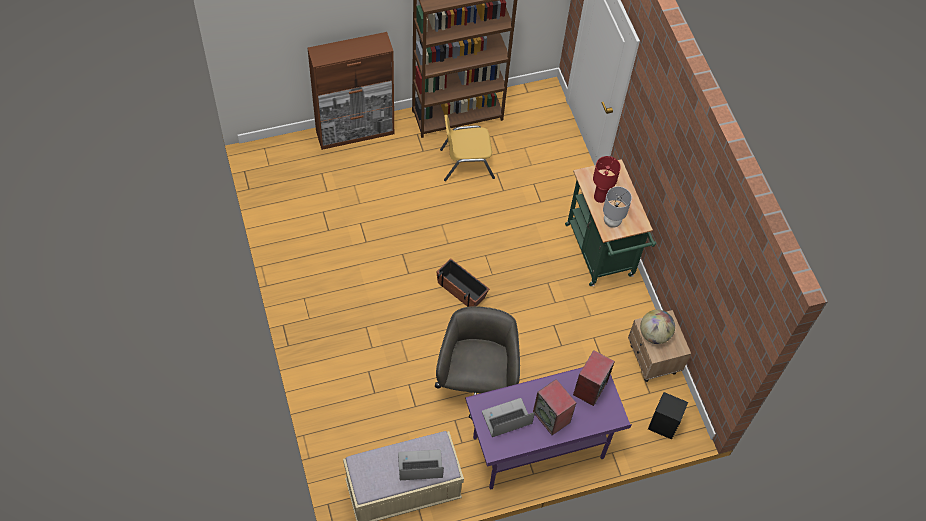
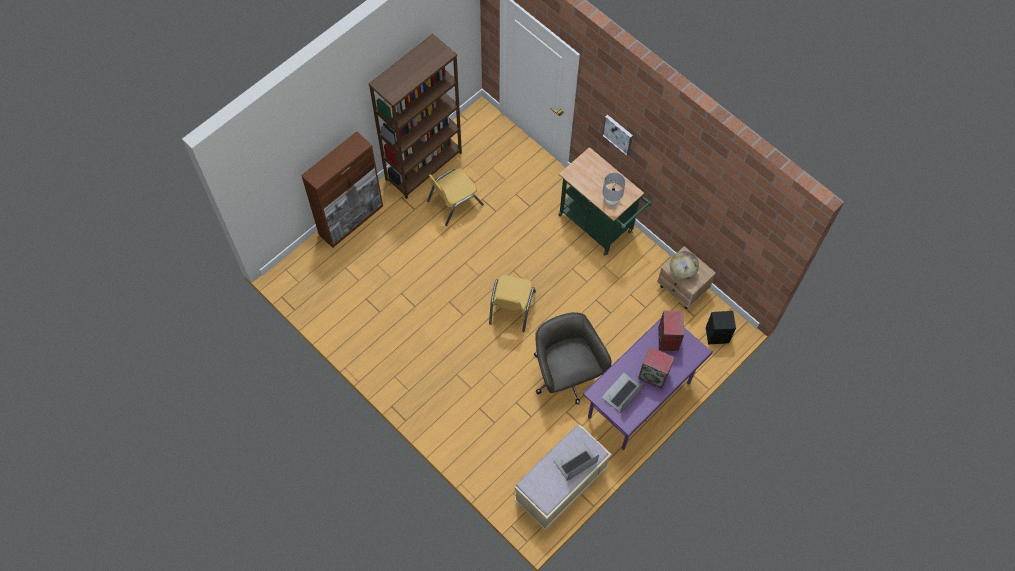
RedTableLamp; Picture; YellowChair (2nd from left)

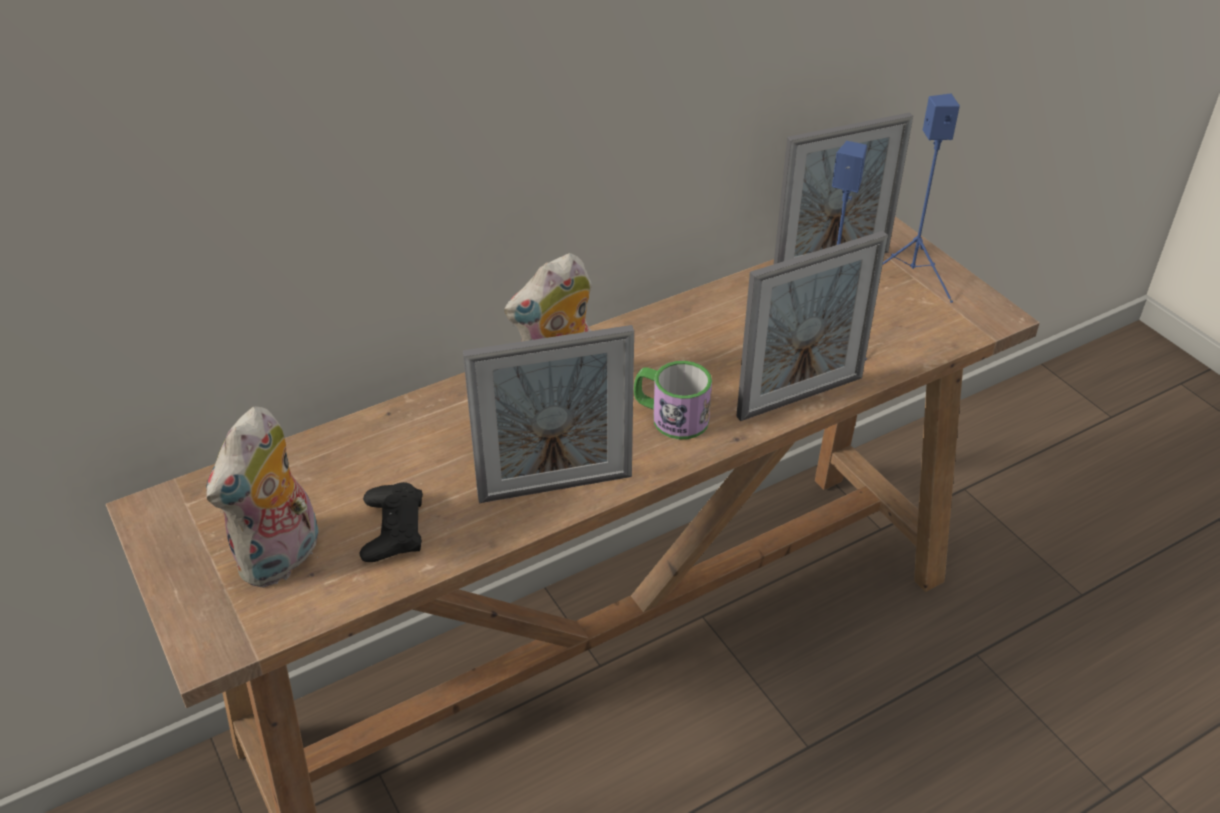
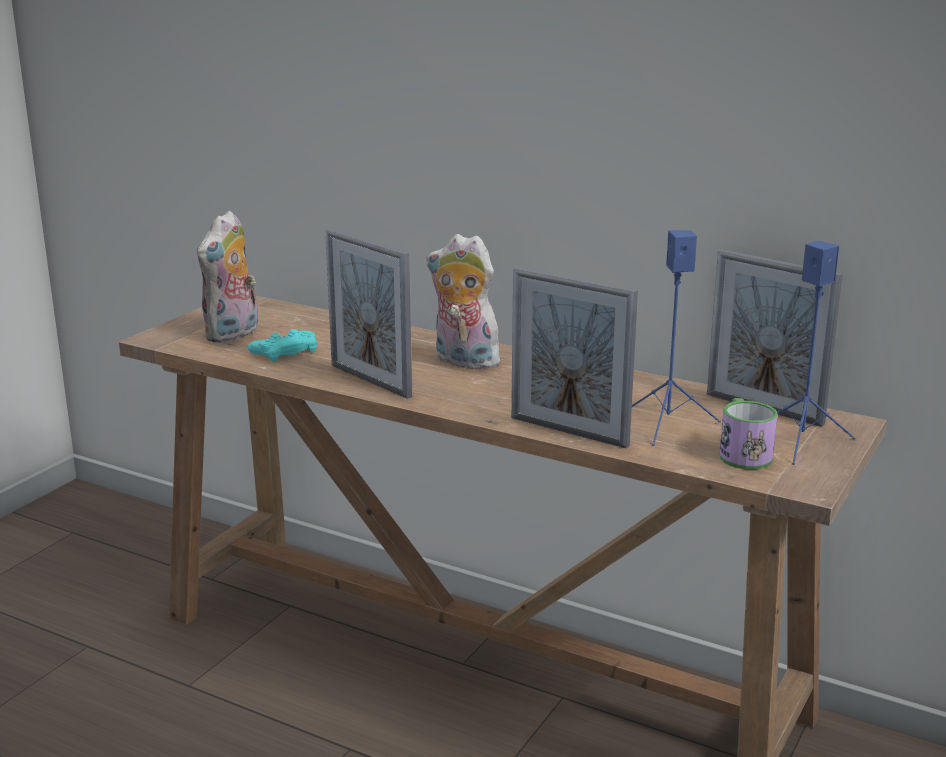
Mug; TurquoiseGameController; PlushToy (1st from left)

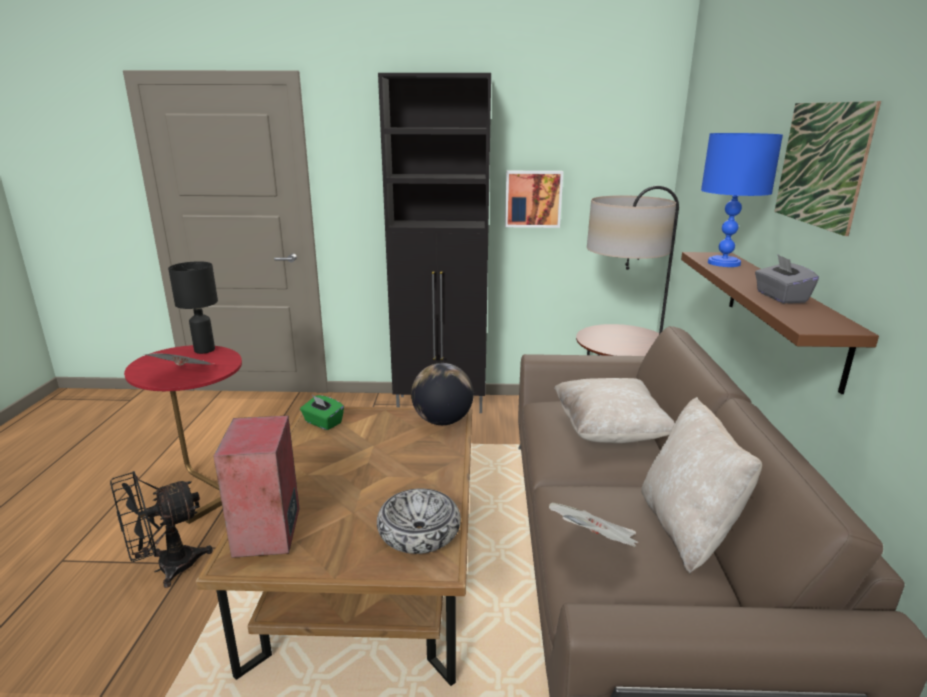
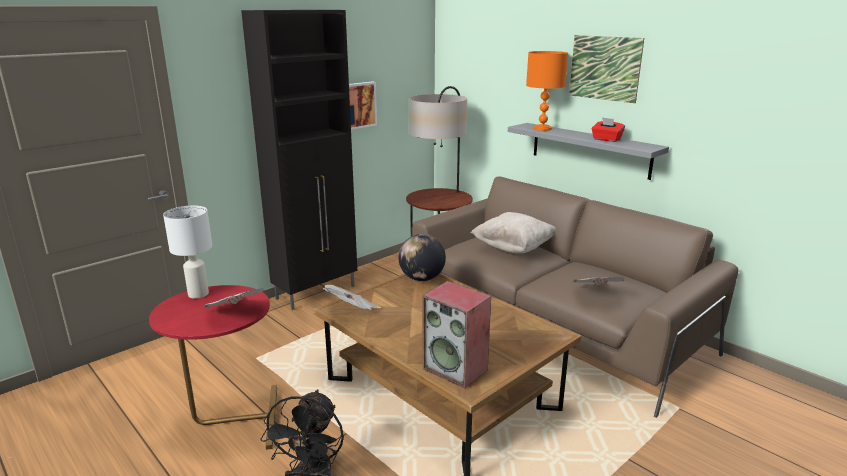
Bowl; BeigePillow (2nd from left in the first image); Newspaper (2nd from left); WhiteTableLamp; GreyShelf; OrangeTableLamp; RedTissueBox

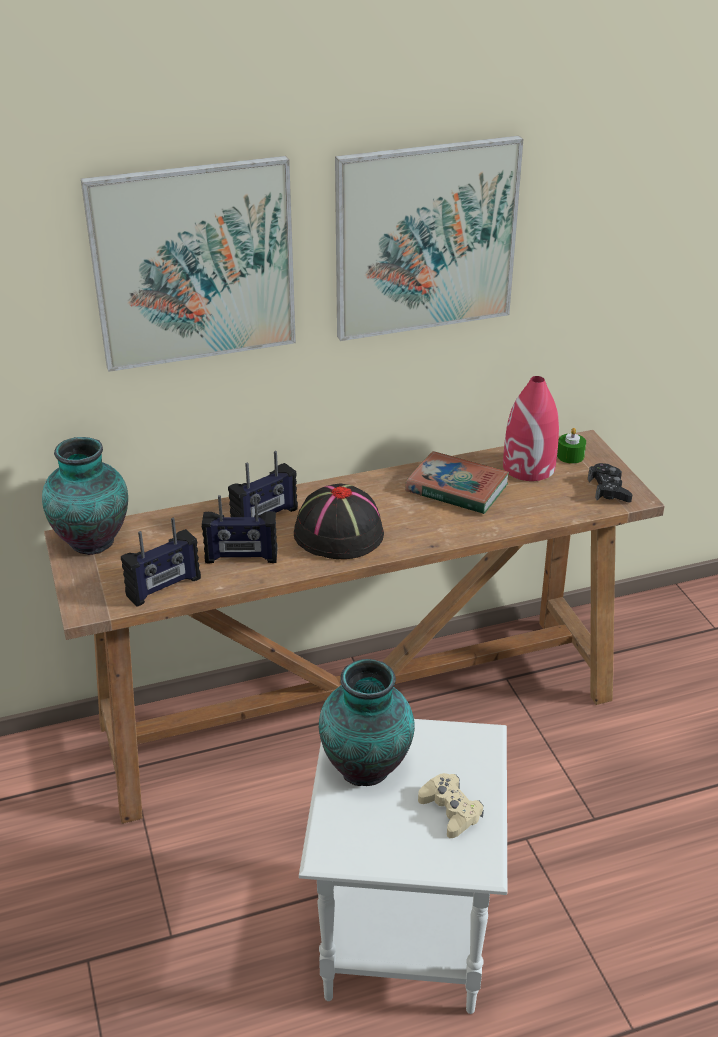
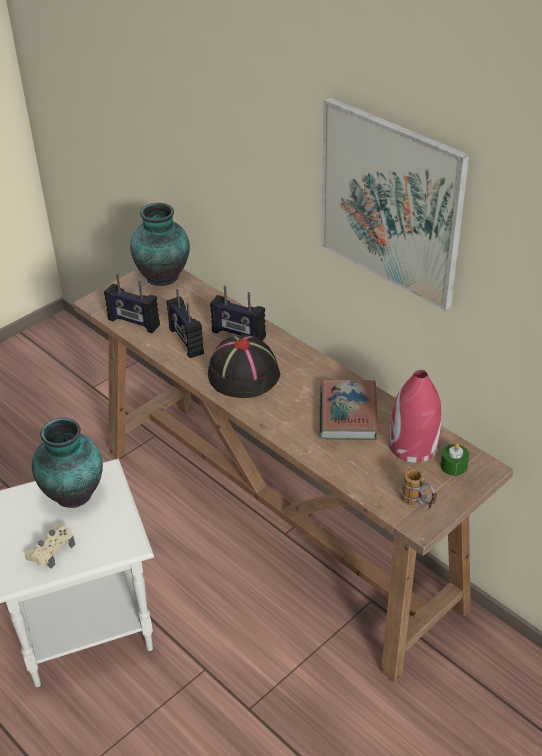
Picture (1st from left in the first image); Mug

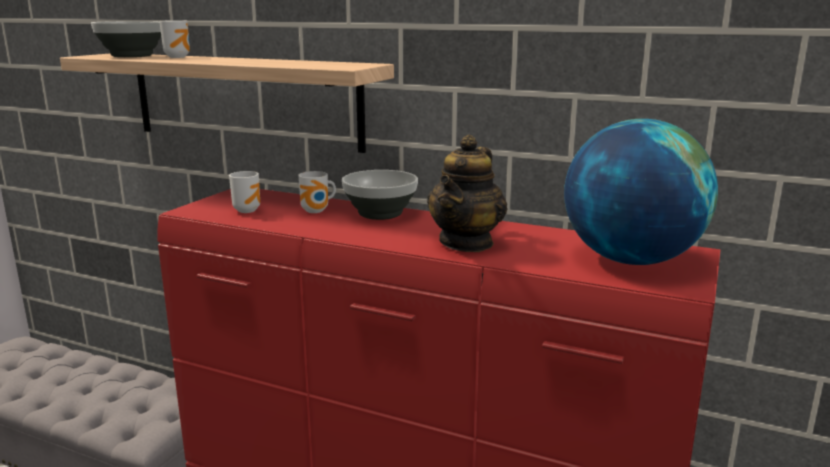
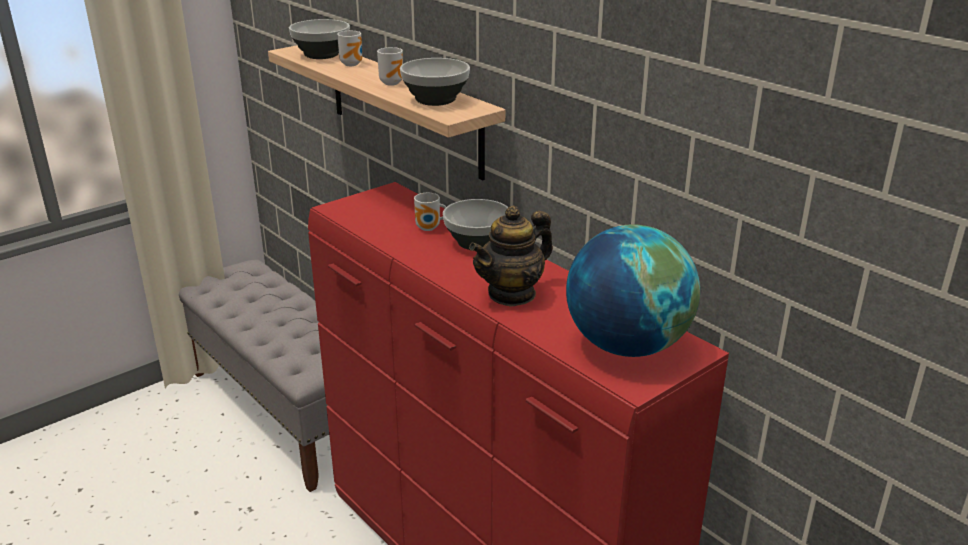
Bowl (2nd from left); Mug (2nd from left)

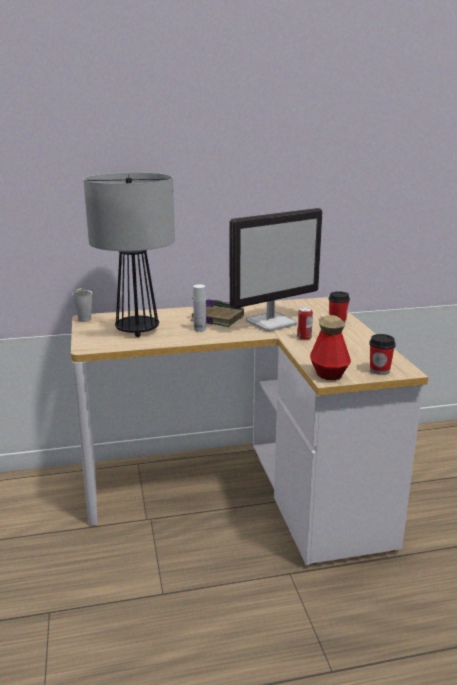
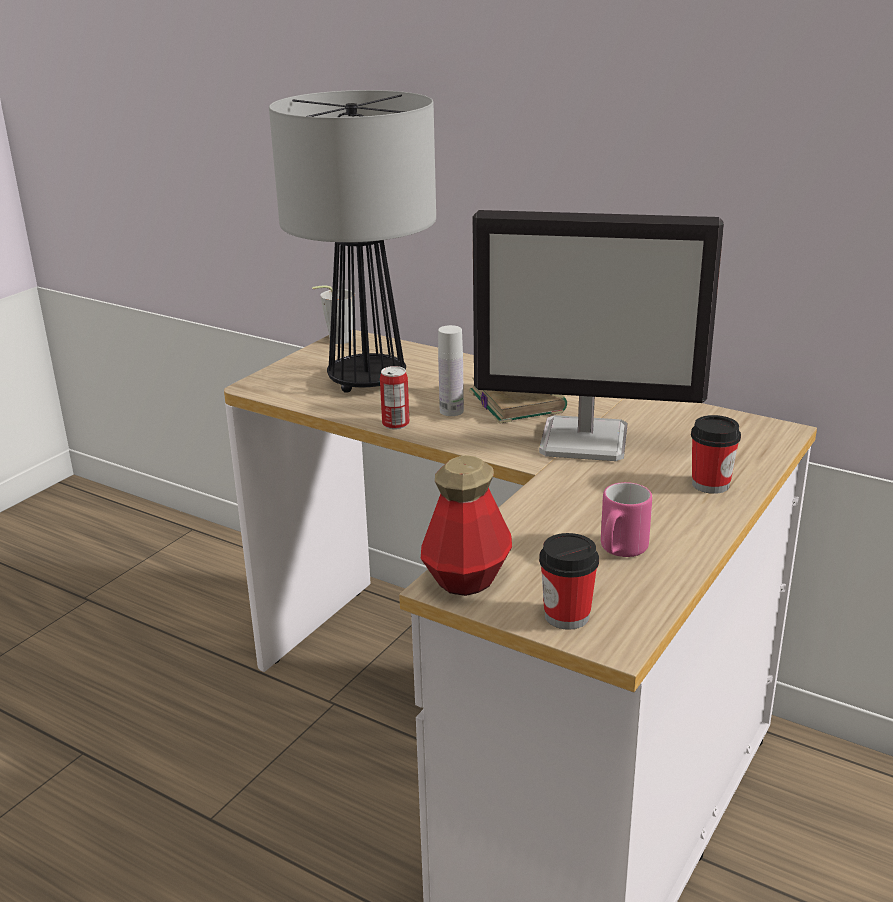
PinkMug; Can

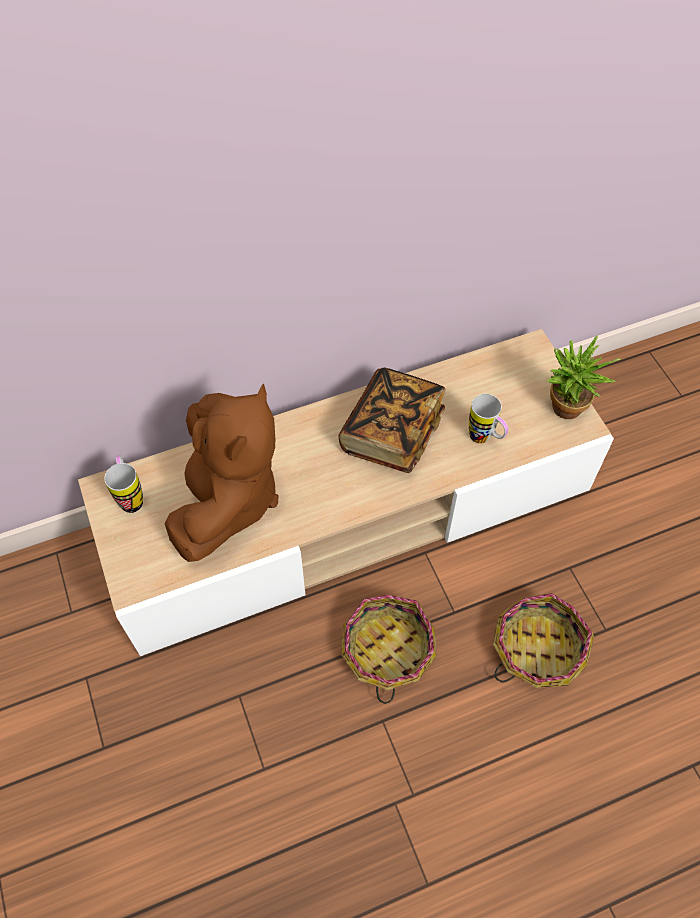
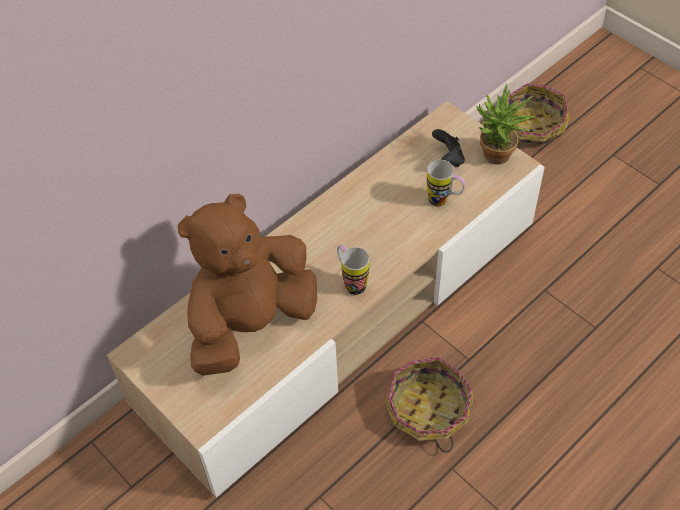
Book; BlackGameController; Mug (1st from left); Basket (2nd from left); BrownPlushToy

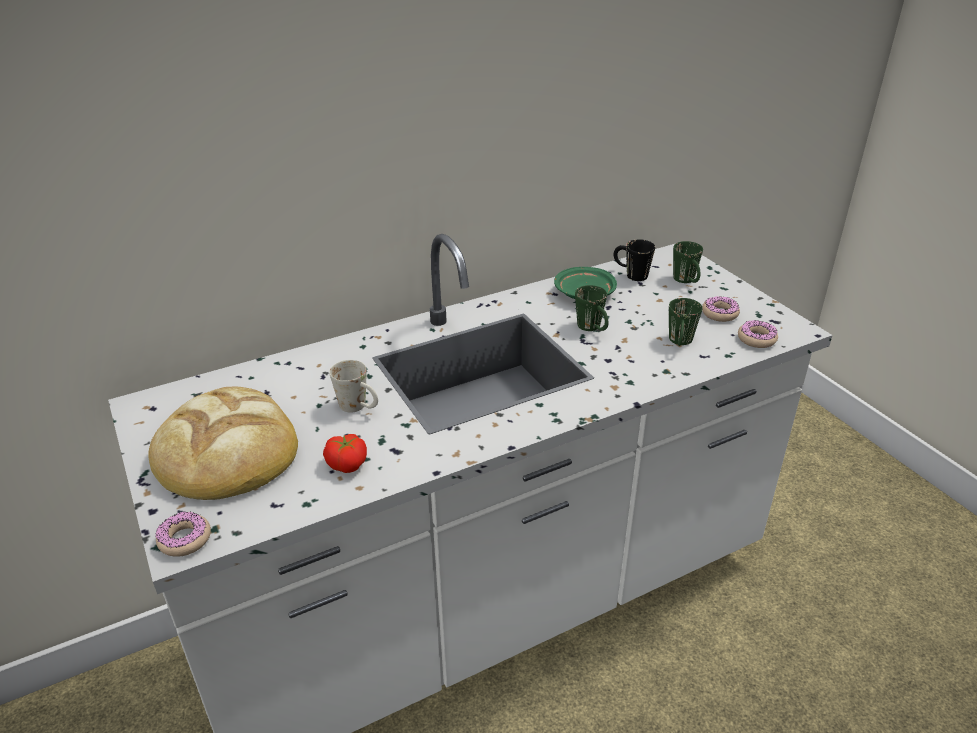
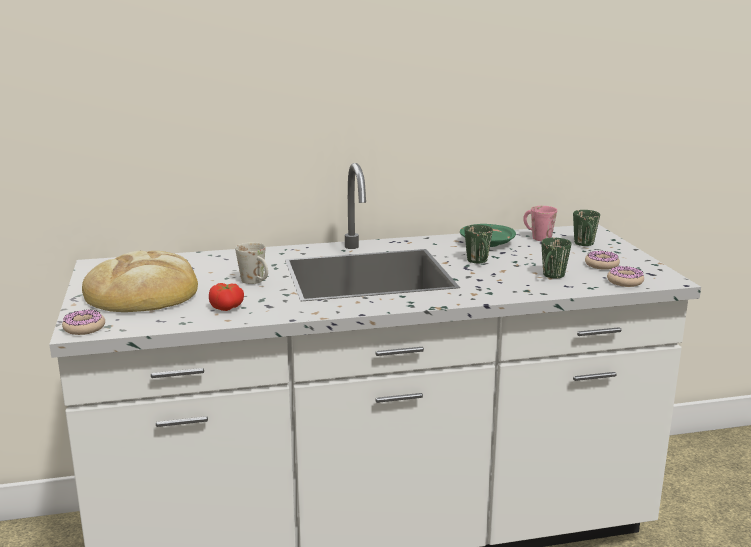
PinkMug

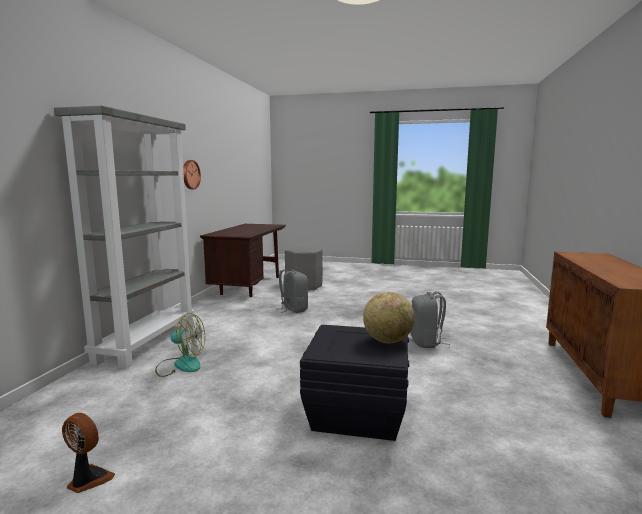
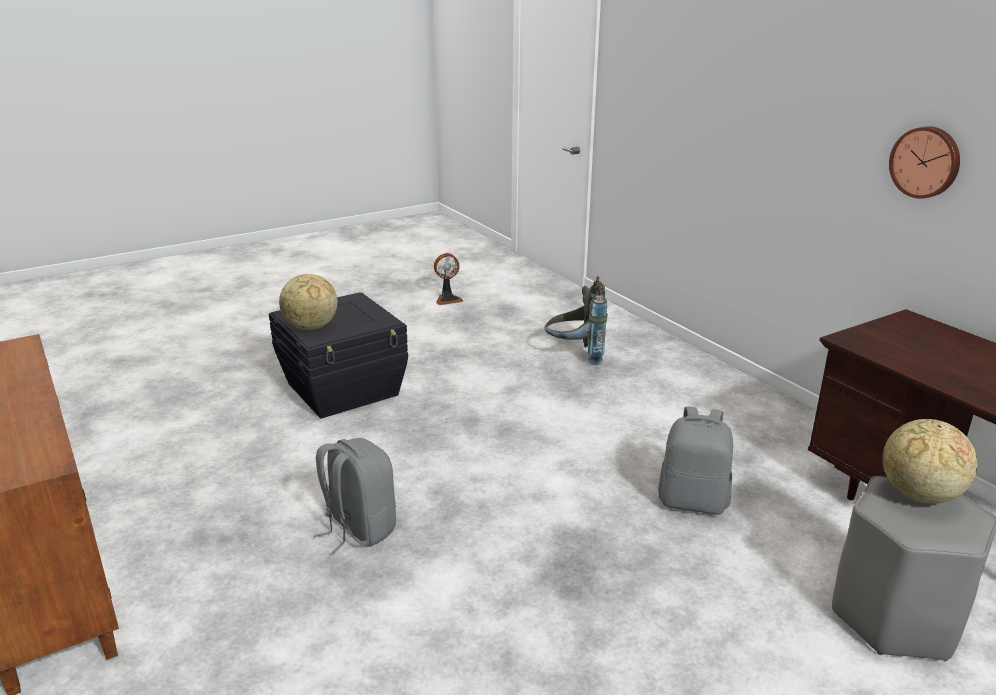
GreyBookcase; Globe (2nd from left); GreyBackpack (2nd from left)

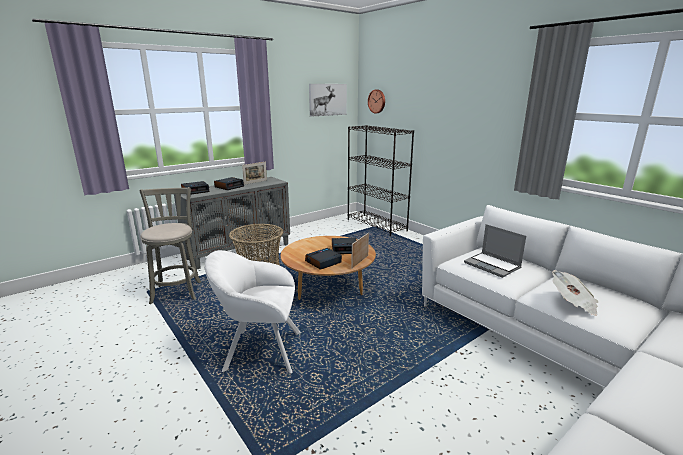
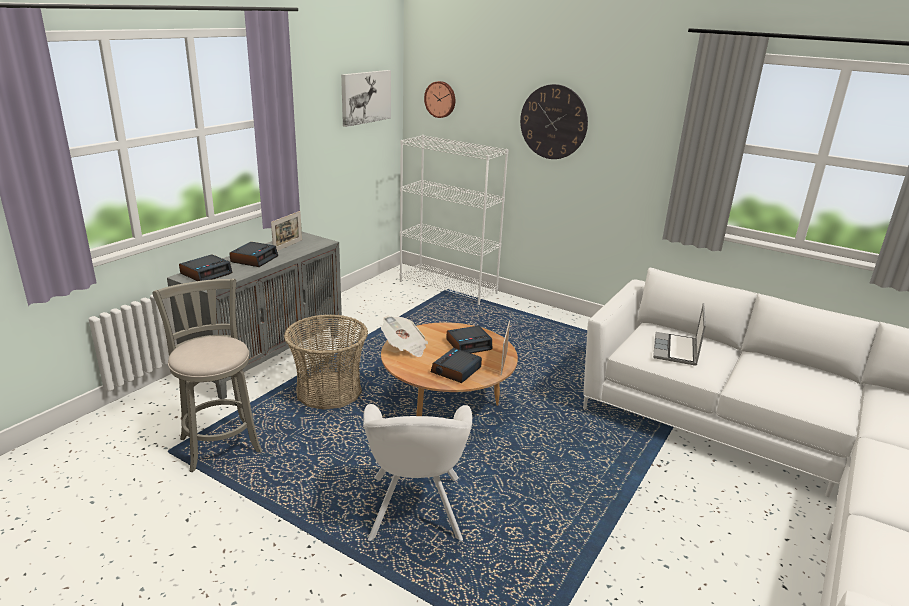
WallClock (2nd from left); Newspaper; WhiteBookcase; WhiteArmchair; Laptop

